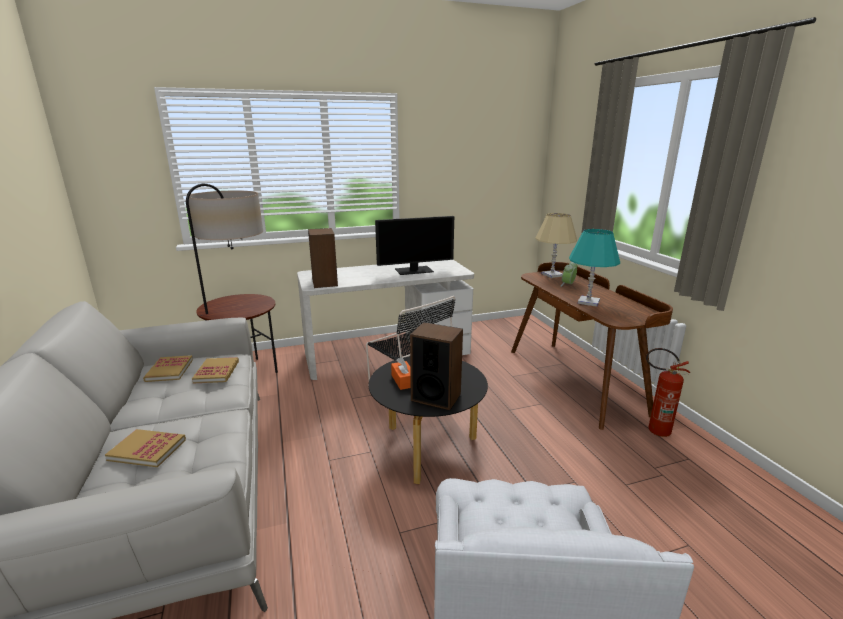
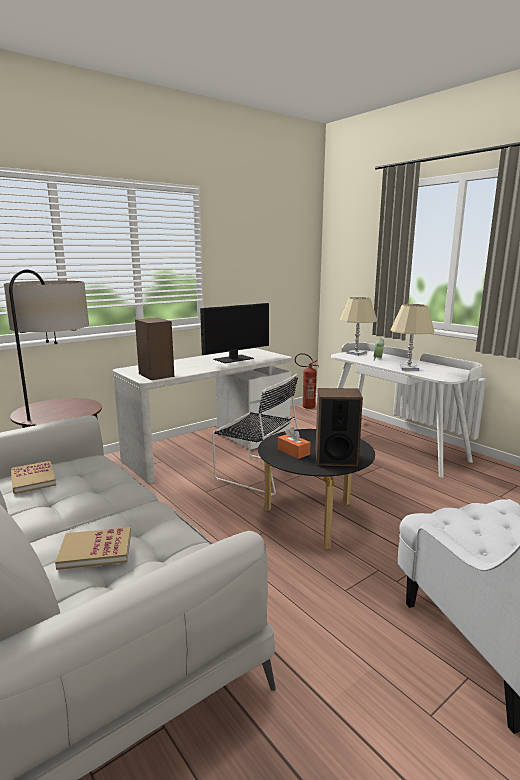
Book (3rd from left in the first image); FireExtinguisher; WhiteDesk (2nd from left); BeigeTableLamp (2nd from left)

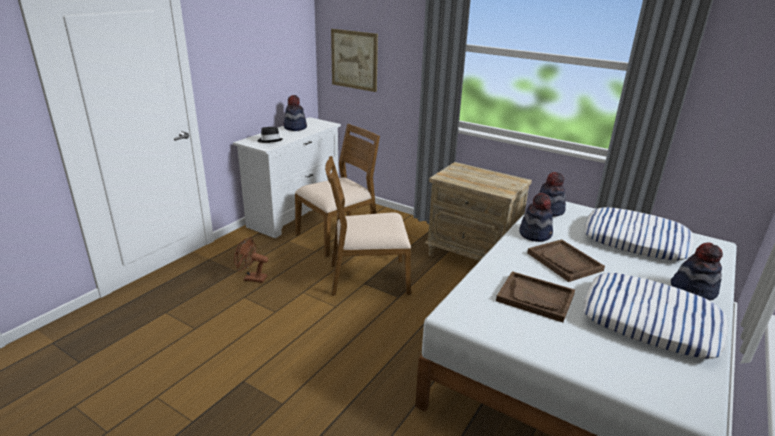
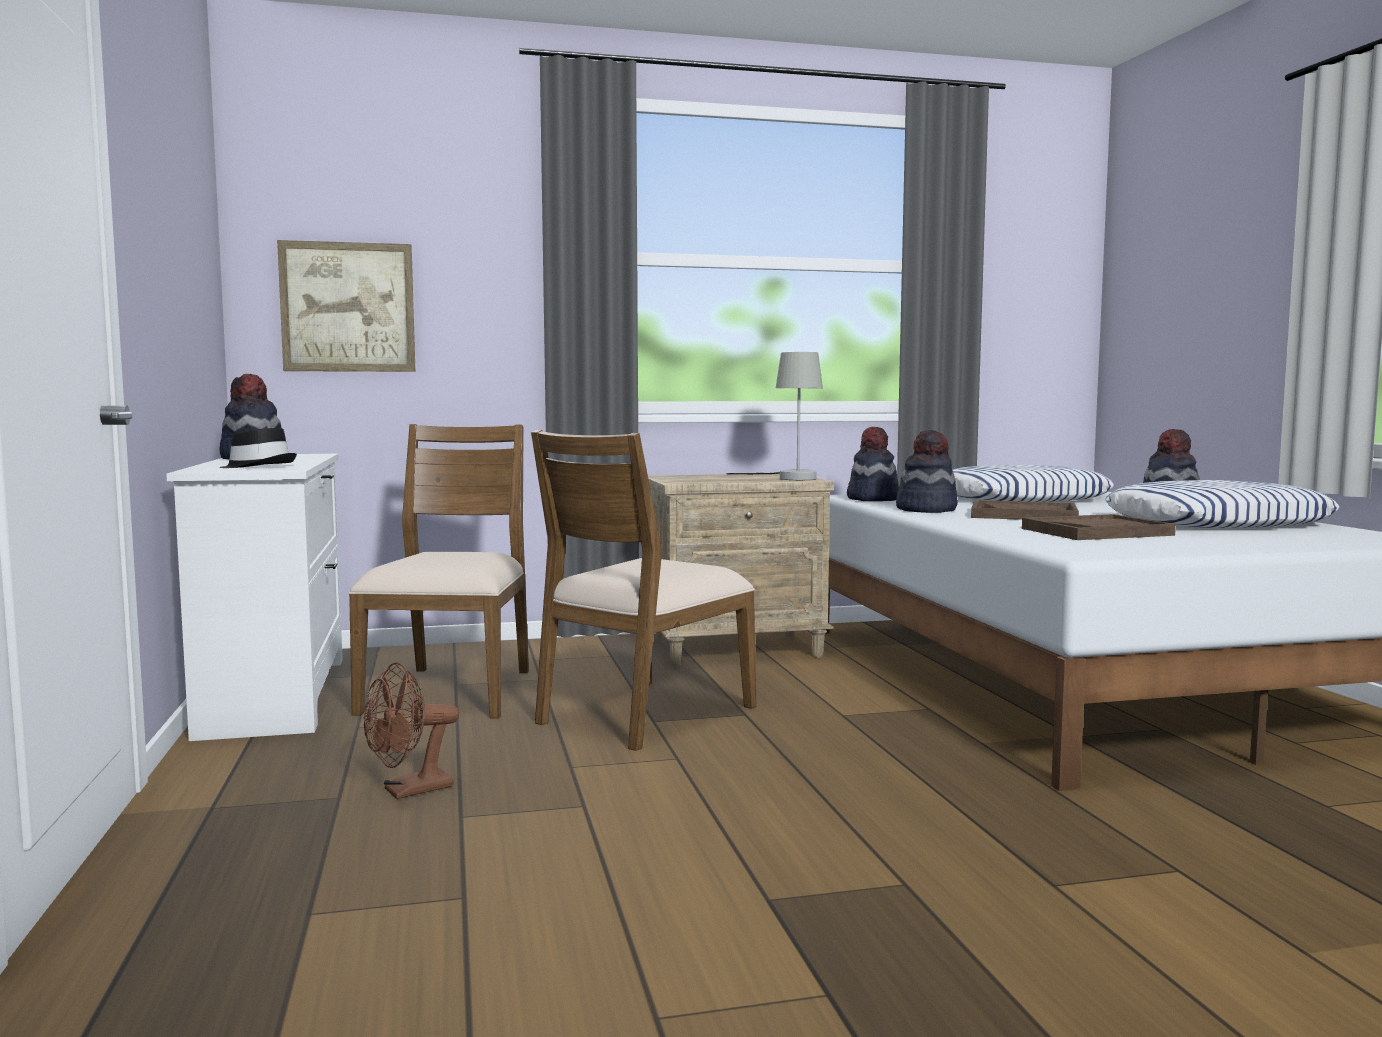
GreyTableLamp

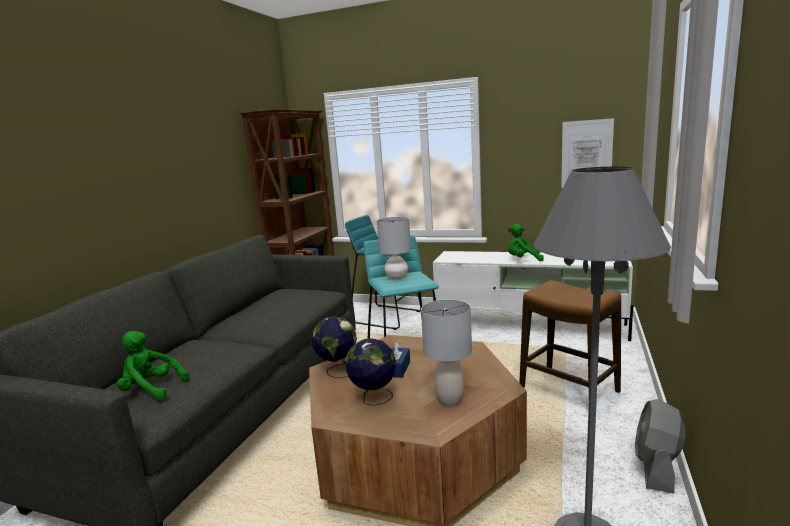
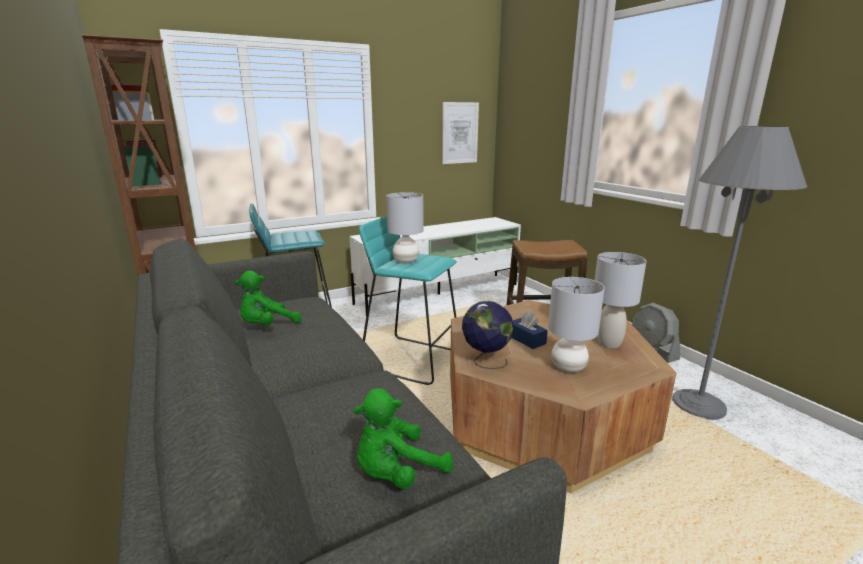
GreenPlushToy (1st from left); GreyTableLamp (2nd from left)

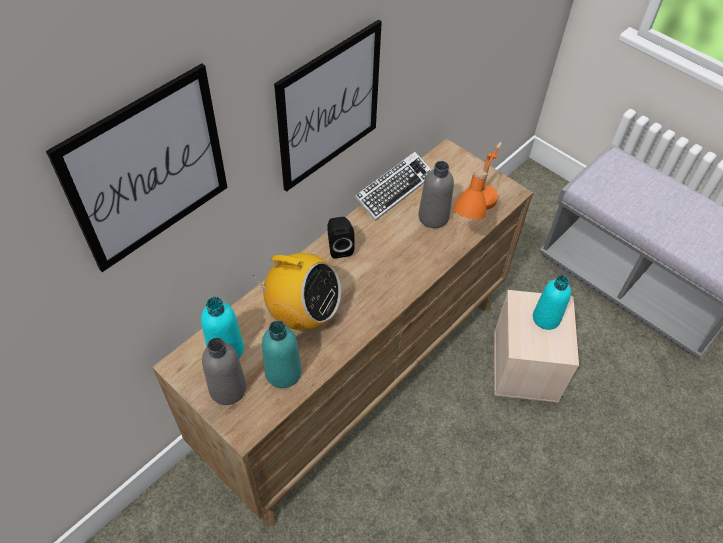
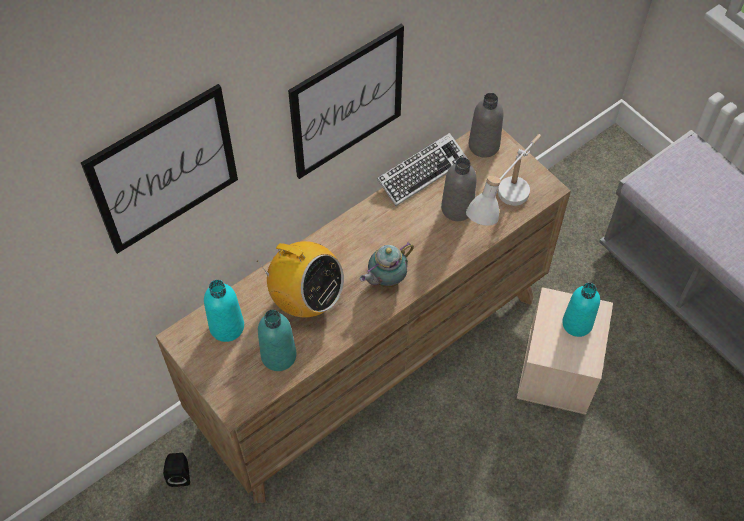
Teapot; GreyBottle (2nd from left); BlackSpeaker; WhiteTableLamp

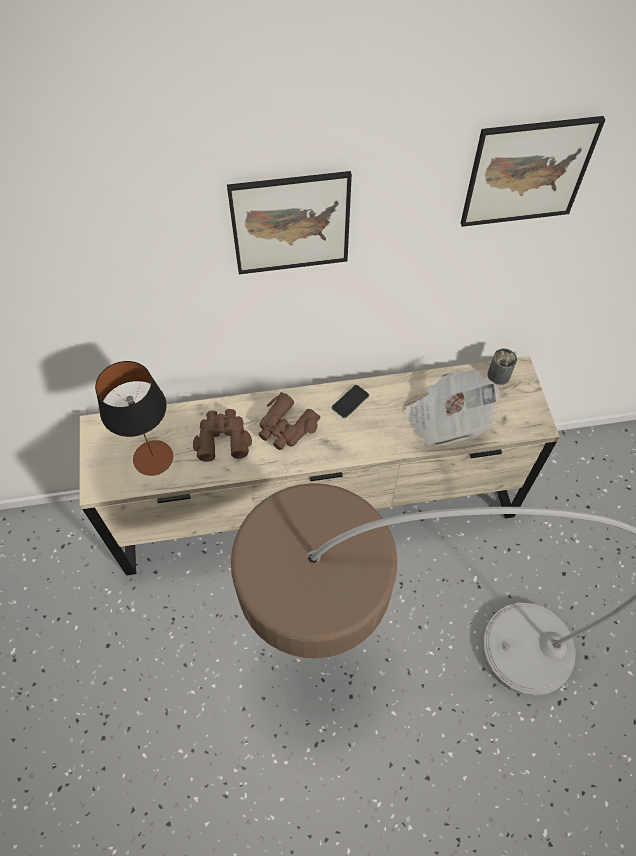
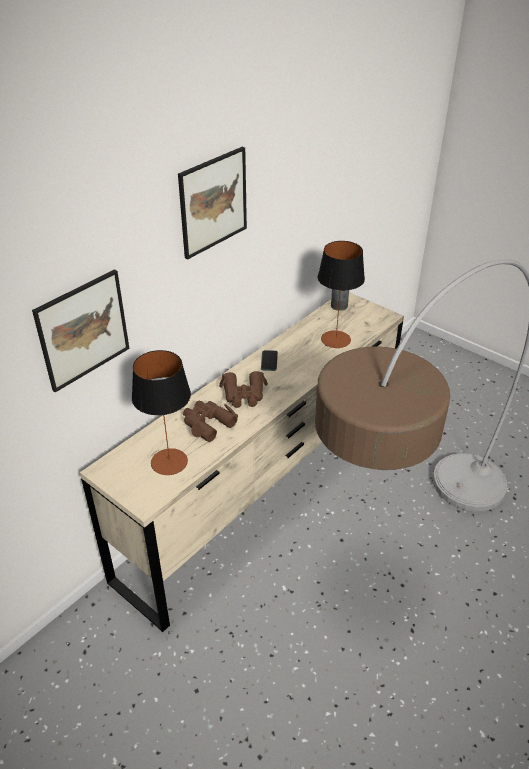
Picture (1st from left); TableLamp (2nd from left)

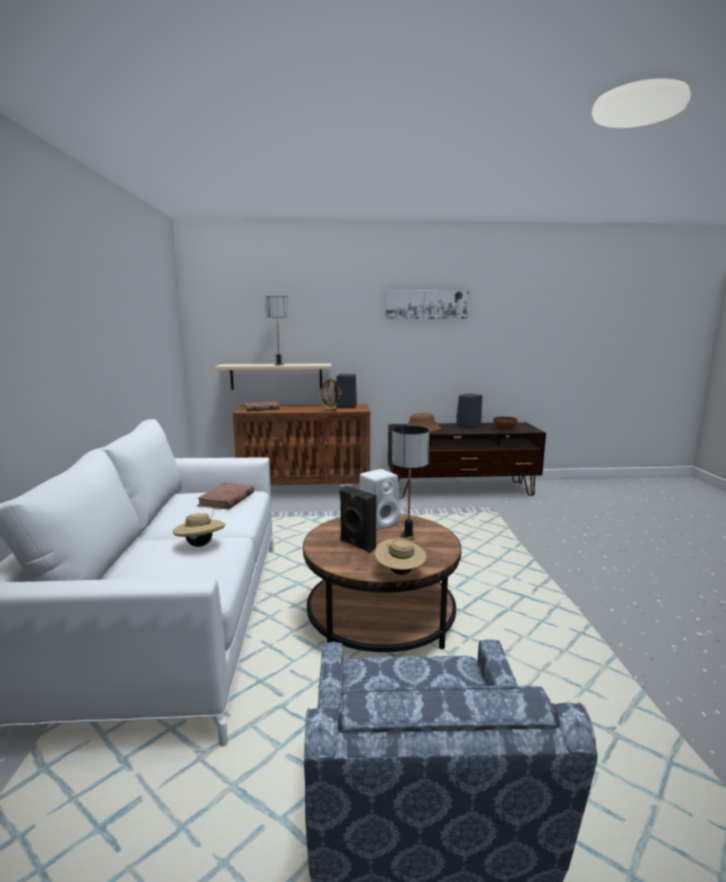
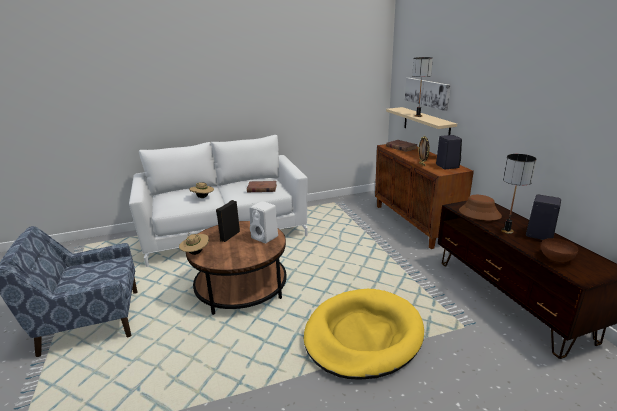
YellowDogBed; Picture; TableLamp (2nd from left)

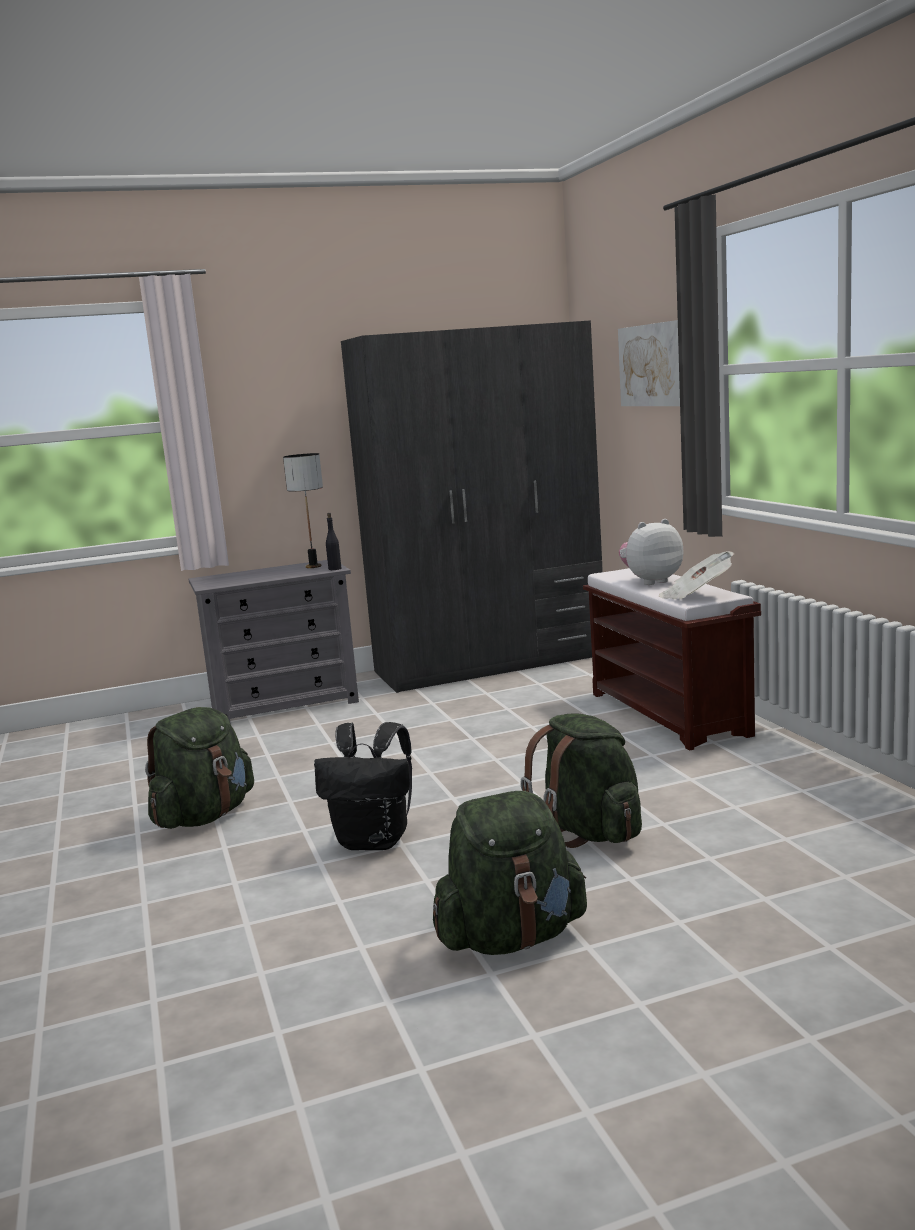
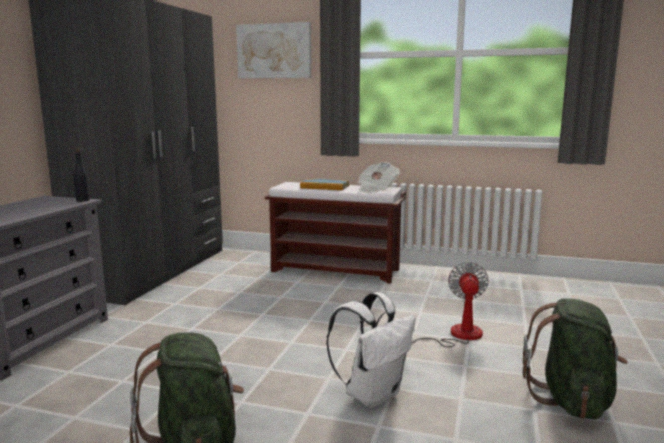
TableLamp; Fan; Book; WhiteBackpack

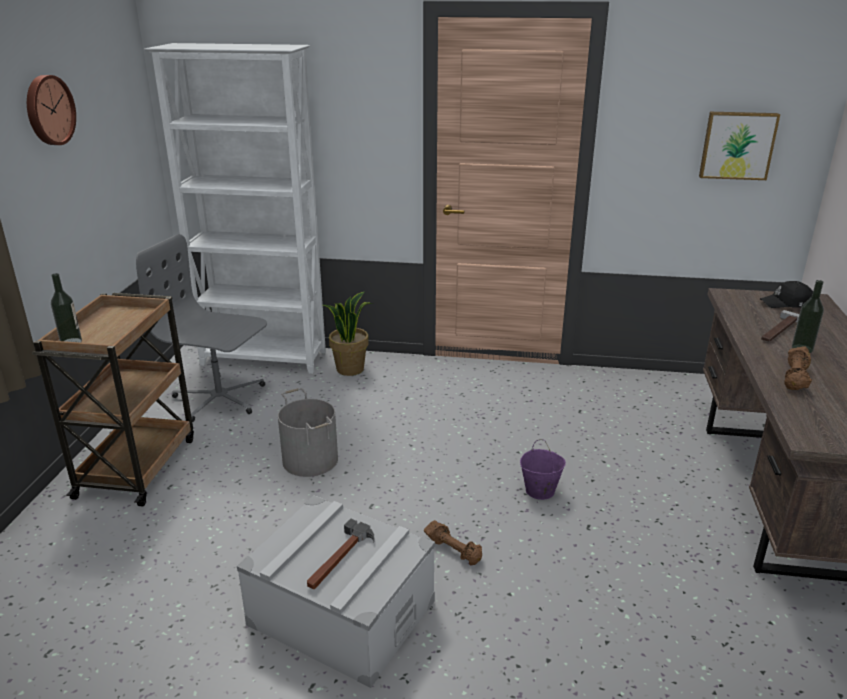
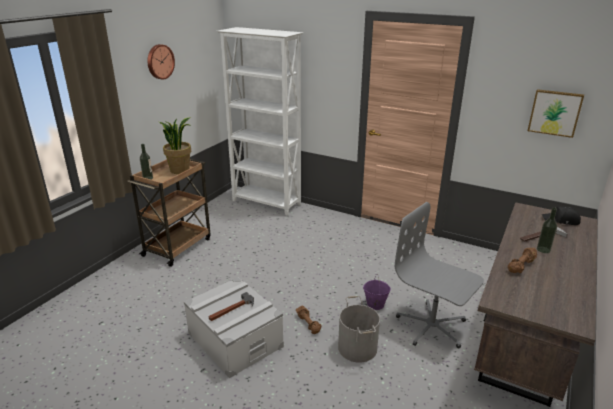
GreyOfficeChair; GreyBucket; PottedPlant

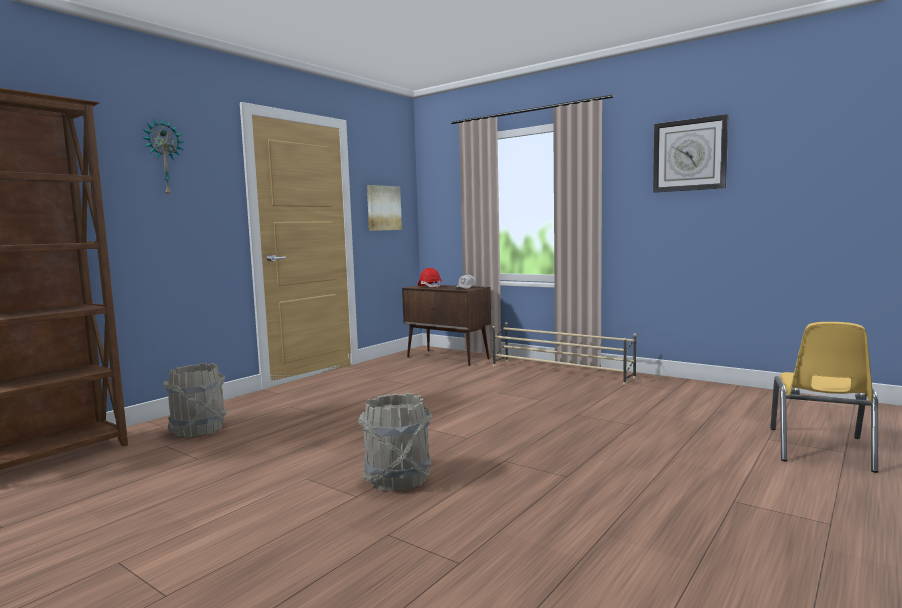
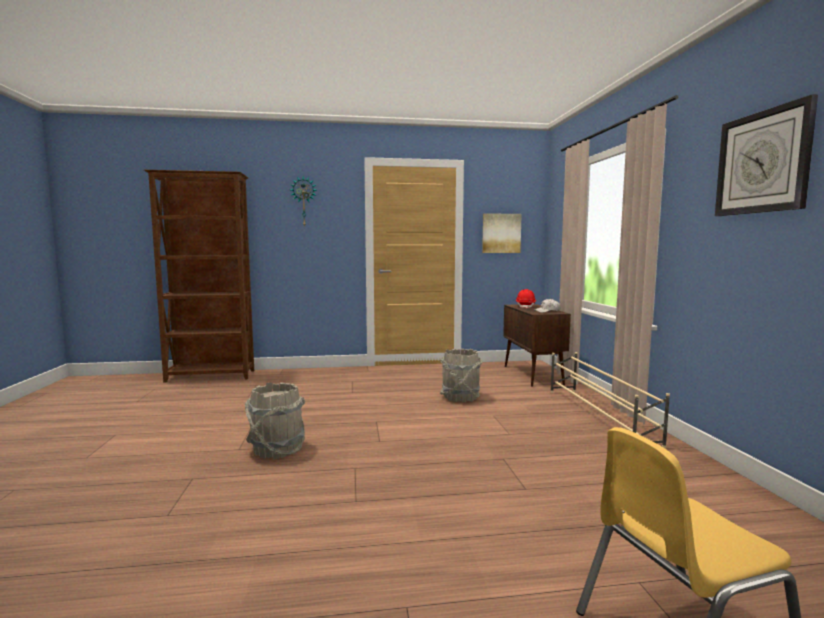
GreyBucket (2nd from left)

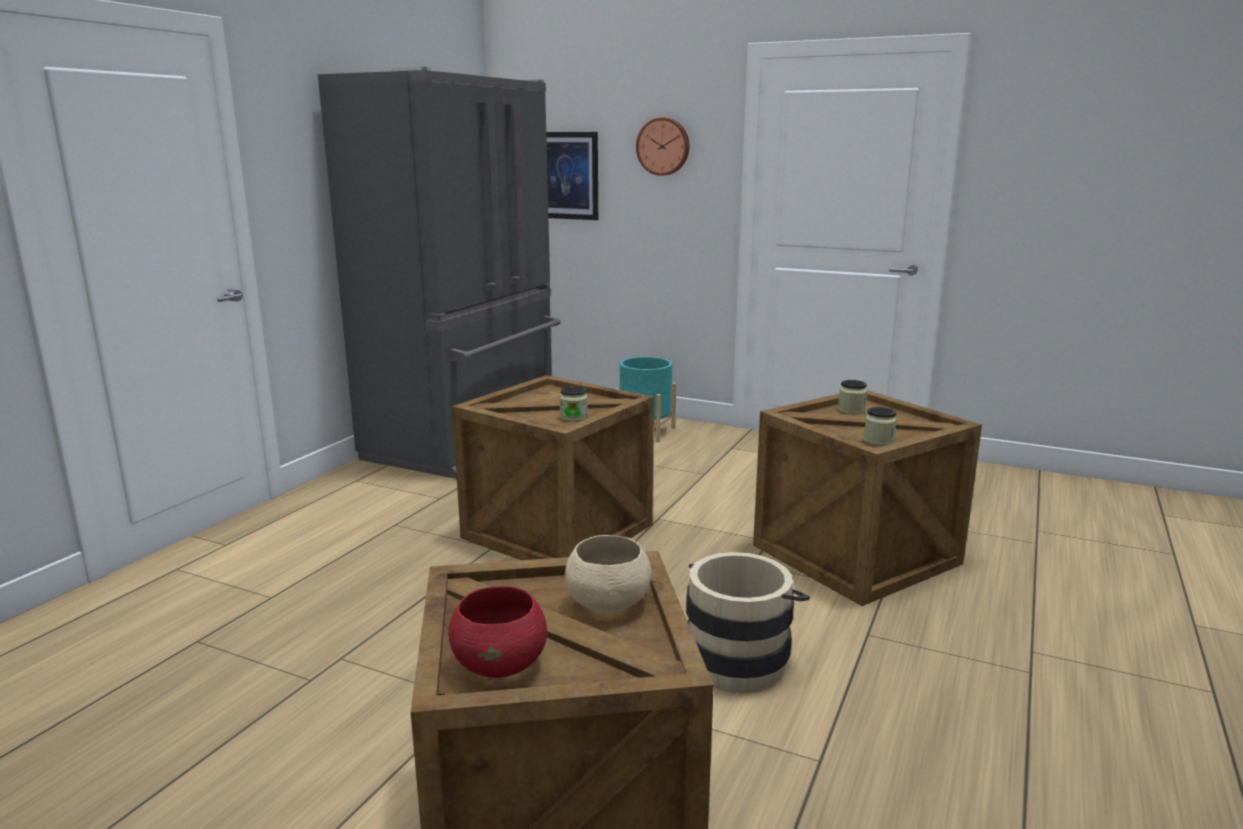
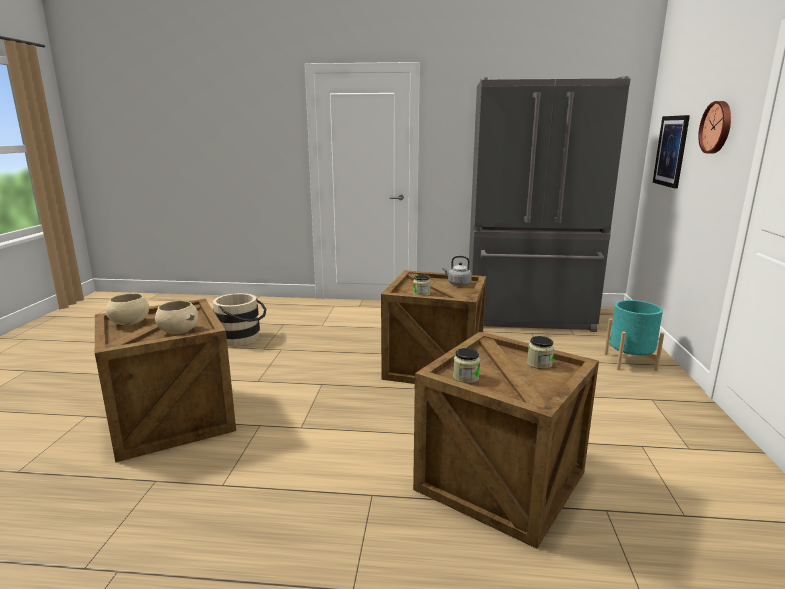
GreyKettle; BeigeBucket; BeigeBowl (1st from left)

